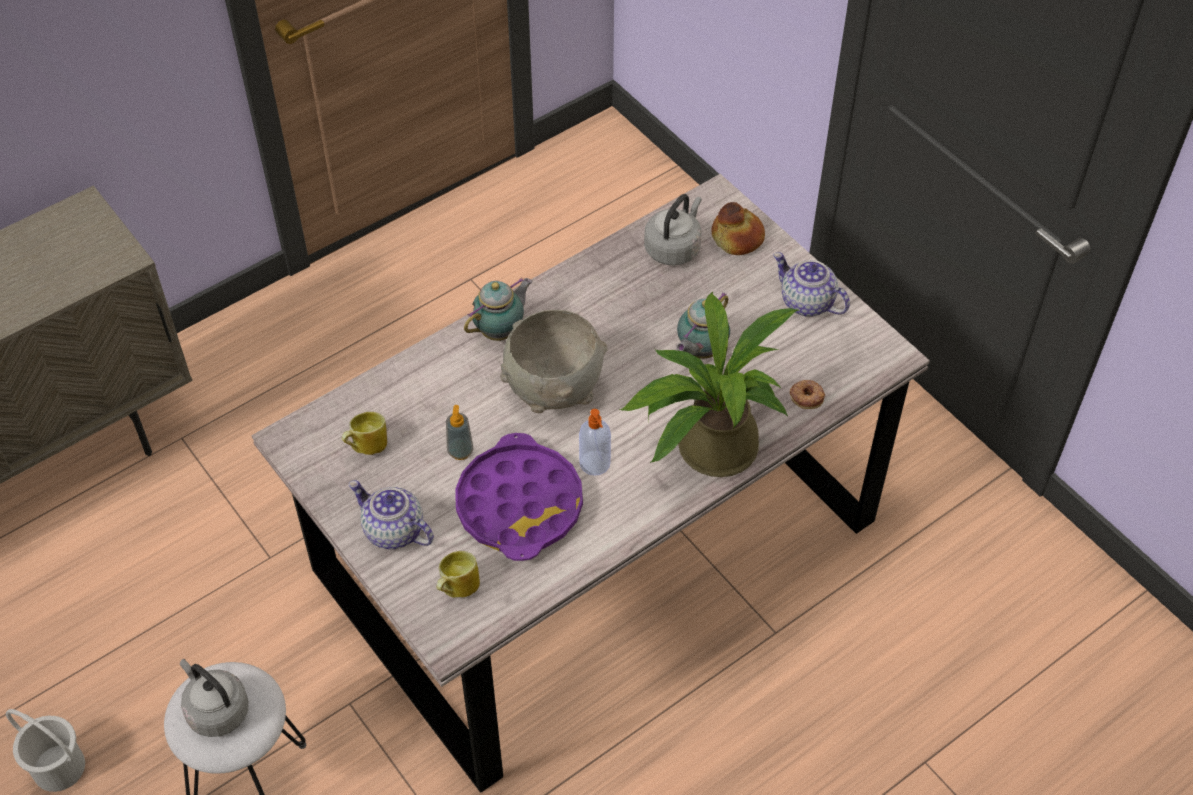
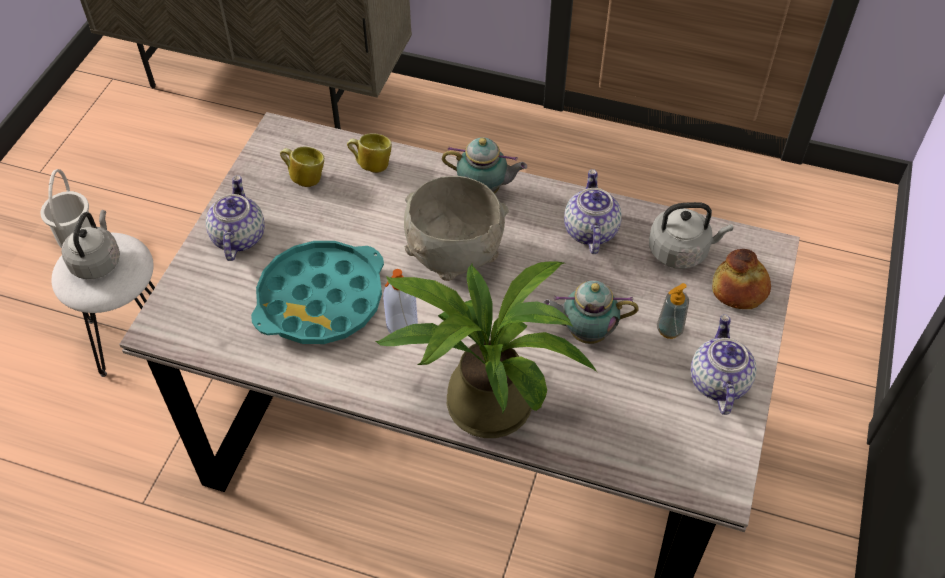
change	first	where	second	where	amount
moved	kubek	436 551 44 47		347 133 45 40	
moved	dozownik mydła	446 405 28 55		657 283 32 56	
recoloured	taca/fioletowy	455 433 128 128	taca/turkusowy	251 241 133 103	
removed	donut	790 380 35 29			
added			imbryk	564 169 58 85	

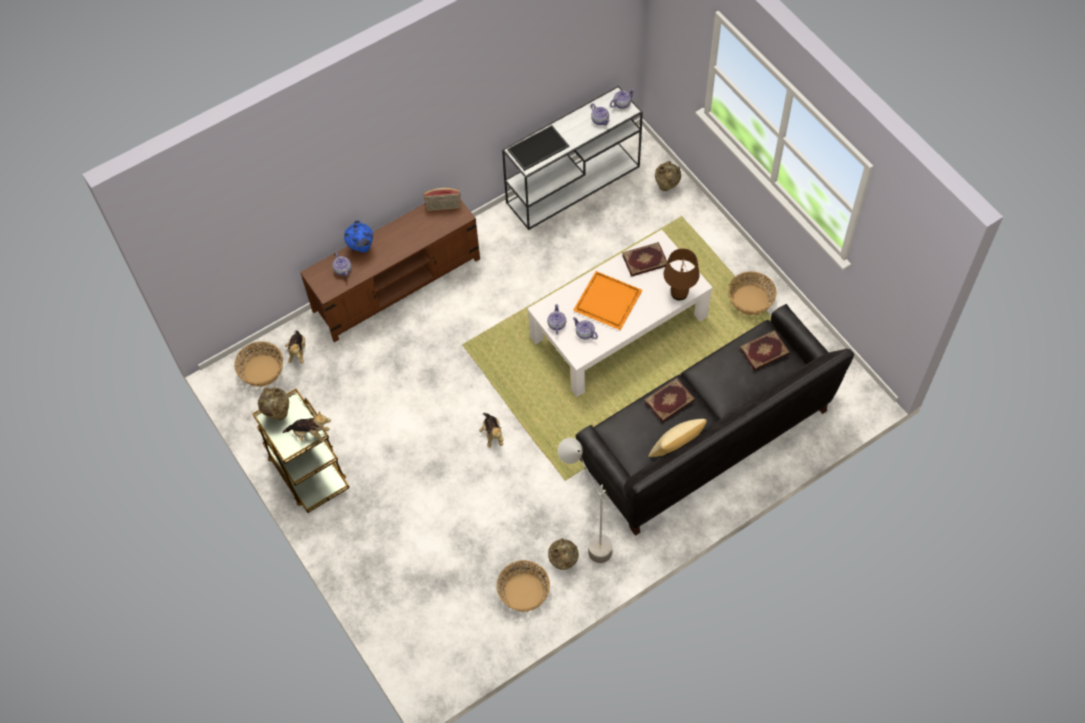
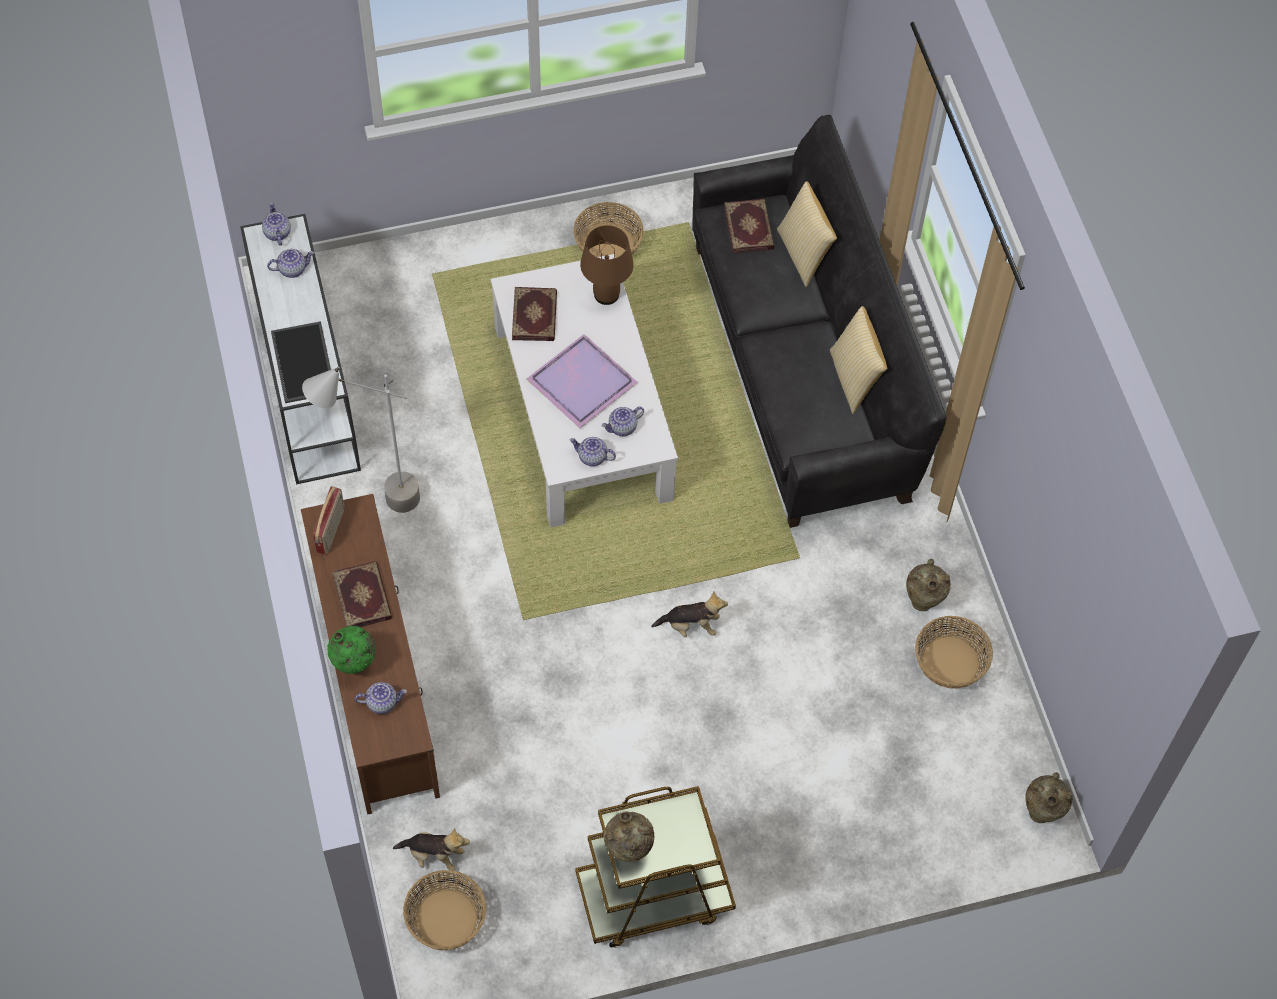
change	first	where	second	where	amount
removed	pluszak	283 411 48 31			
recoloured	wazon/niebieski	344 220 29 33	wazon/zielony	327 626 49 48	
moved	lampa stojąca/szary	558 438 54 125		302 367 118 146	
recoloured	taca/pomarańczowy	573 271 70 59	taca/fioletowy	526 334 112 94	
moved	książka	644 378 51 44		332 561 60 66	
moved	wazon/beżowy	655 161 26 30		1025 772 47 51	
added			poduszka	777 182 60 105	

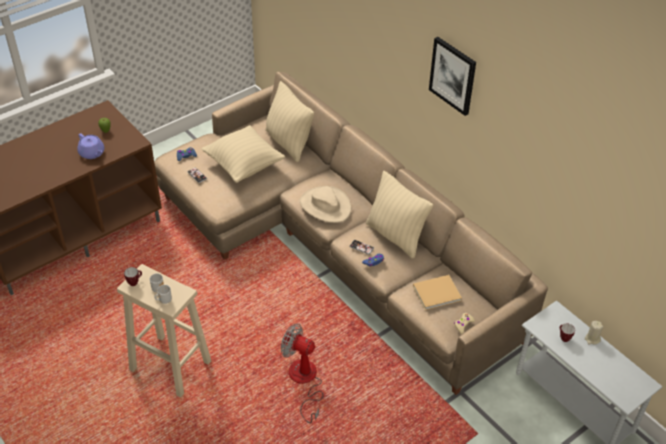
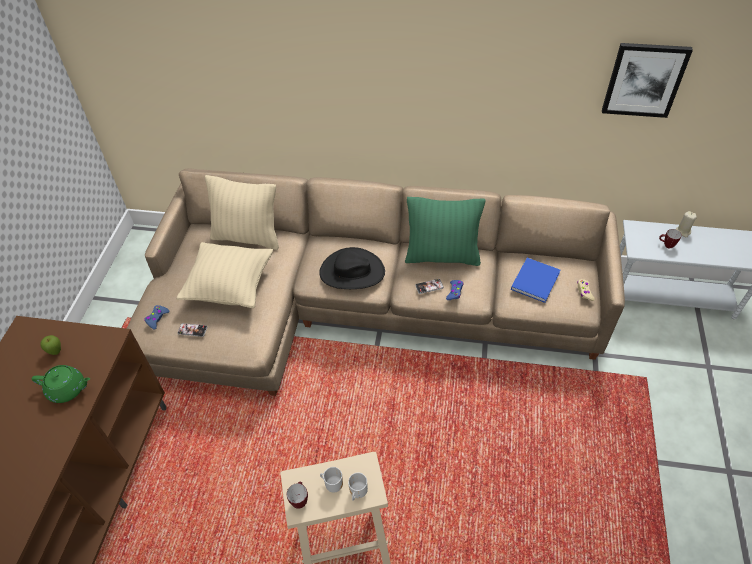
change	first	where	second	where	amount
recoloured	imbryk/fioletowy	77 133 27 26	imbryk/zielony	32 365 58 38	
removed	wentylator	281 323 42 100			
recoloured	kapelusz/beżowy	300 186 51 37	kapelusz/czarny	319 247 66 42	
recoloured	poduszka/beżowy	366 171 67 88	poduszka/zielony	405 197 80 69	
recoloured	książka/beżowy	413 275 49 35	książka/niebieski	511 258 49 45	
moved	obraz	429 37 47 79		602 43 91 75	

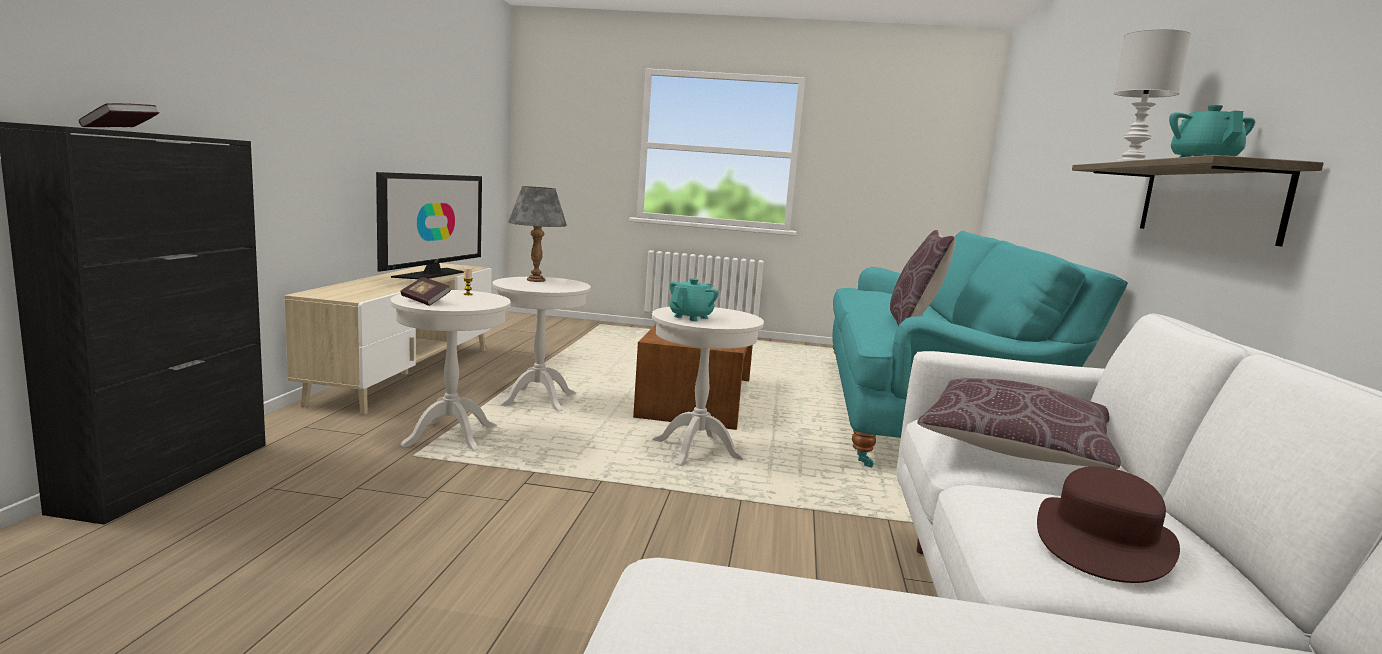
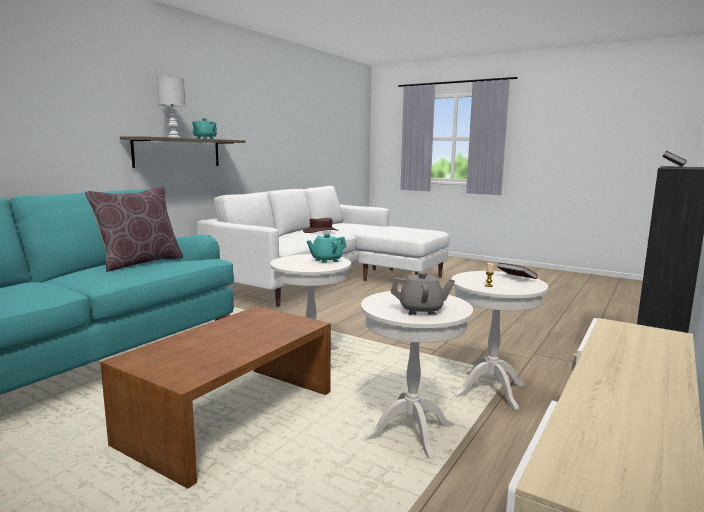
change	first	where	second	where	amount
removed	telewizor	376 172 106 107			
replaced	lampa stołowa/szary	508 186 59 96	imbryk/szary	391 272 64 44	
removed	poduszka/brązowy	917 378 204 91			

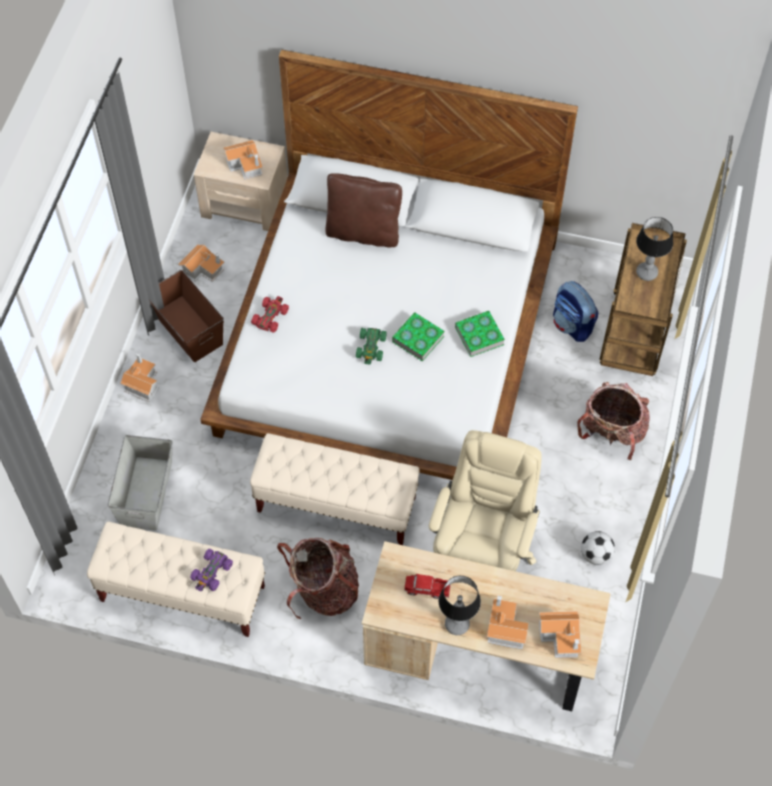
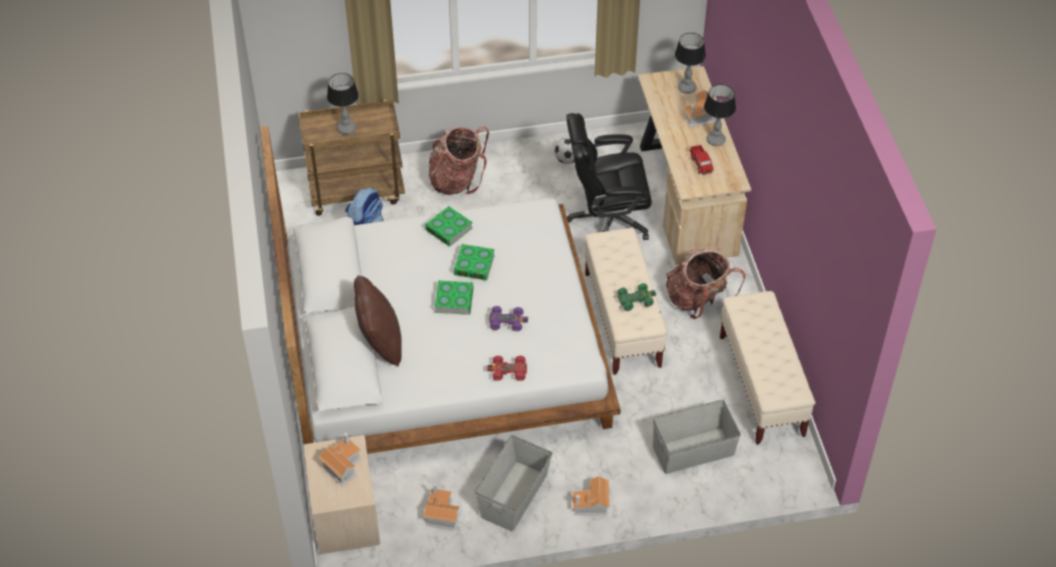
change	first	where	second	where	amount
recoloured	pojemnik do przechowywania/brązowy	149 270 75 92	pojemnik do przechowywania/szary	475 435 77 97	
moved	samochodzik/fioletowy	190 549 43 42		489 306 39 25	
moved	samochodzik/zielony	356 328 31 37		617 283 39 28	
recoloured	krzesło biurowe/beżowy	429 430 113 141	krzesło biurowe/czarny	566 113 86 127	
replaced	domek	539 611 42 47	lampa stołowa	675 33 31 61	
added			książka	435 280 38 35	

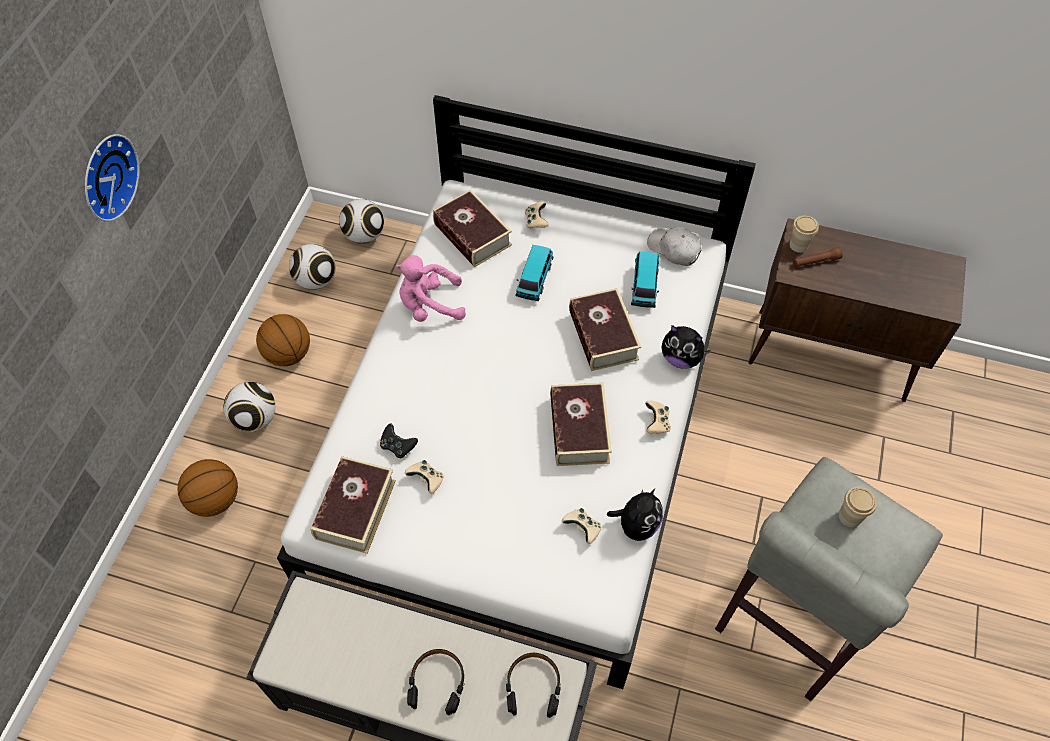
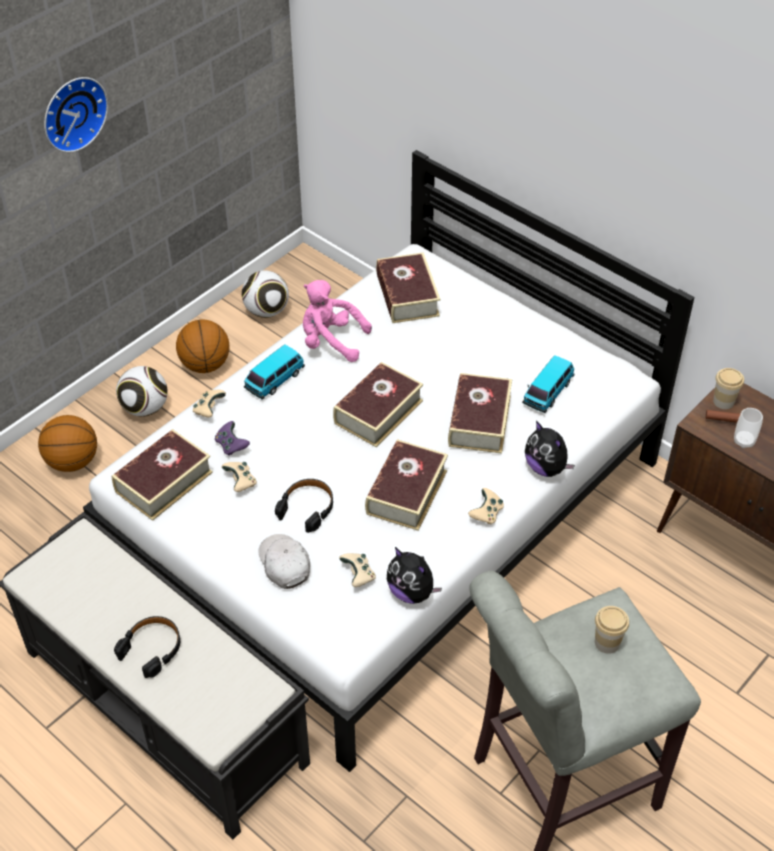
change	first	where	second	where	amount
removed	piłka futbolowa	339 199 45 45			
recoloured	pad do gier/czarny	380 423 38 35	pad do gier/fioletowy	215 421 35 35	
moved	słuchawki/czarny	506 653 55 65		275 479 58 54	
moved	samochodzik	515 245 39 56		244 344 61 56	
moved	pad do gier/beżowy	525 201 24 28		193 390 33 27	
turned	pluszak	607 488 56 53		387 547 55 57	75 degrees clockwise
moved	czapka z daszkiem/biały	647 227 55 39		258 534 52 55	
added			książka	333 362 90 85	
added			filiżanka	734 408 29 40	

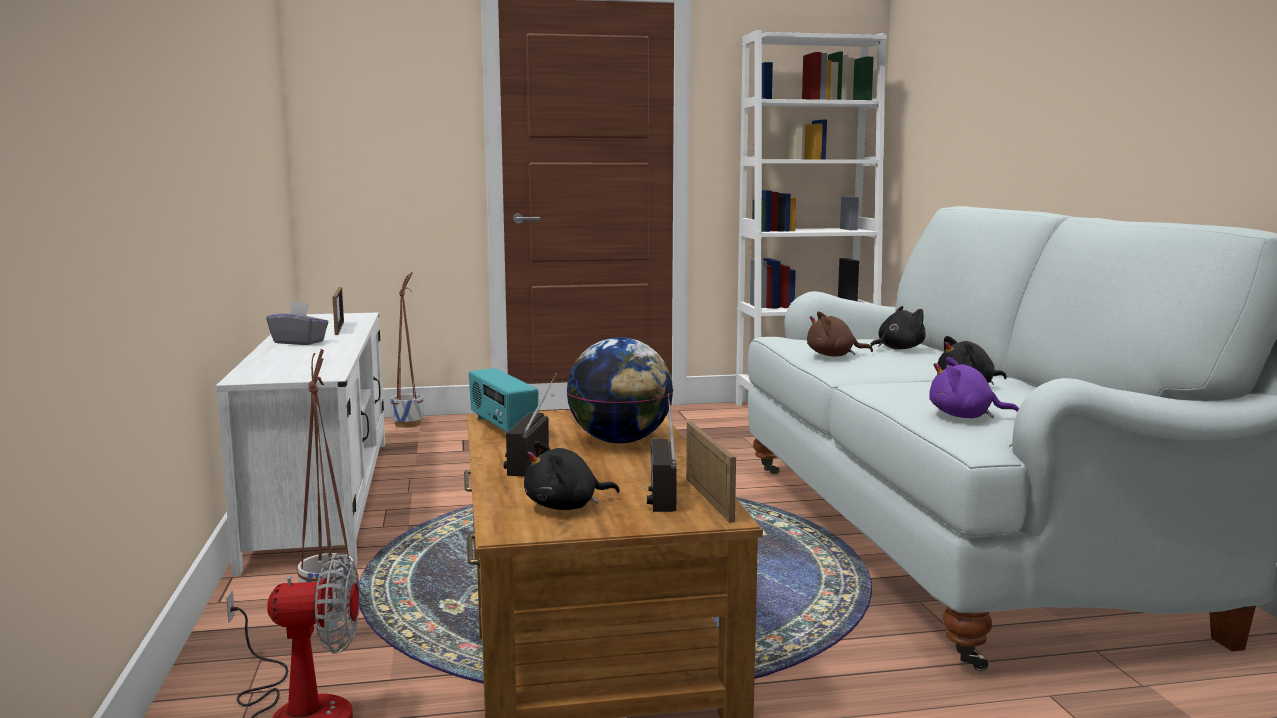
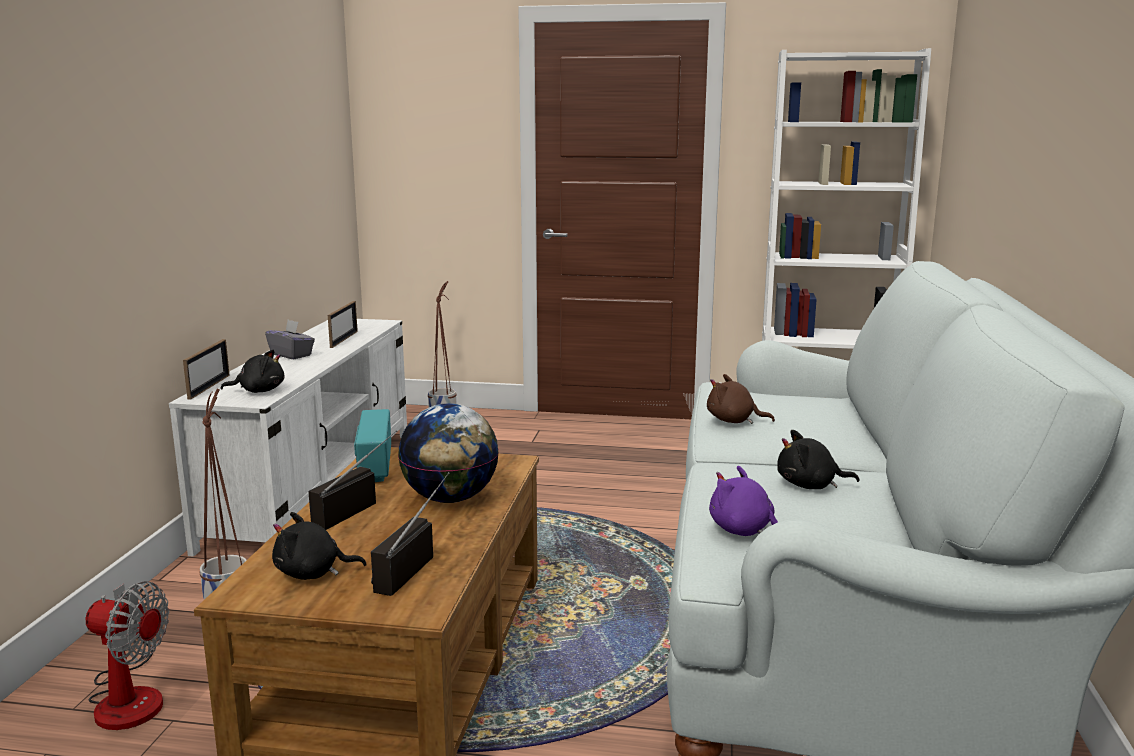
change	first	where	second	where	amount
moved	ramka na zdjęcie	686 421 50 102		183 339 47 61	
moved	pluszak/czarny	870 306 56 43		221 350 63 43	

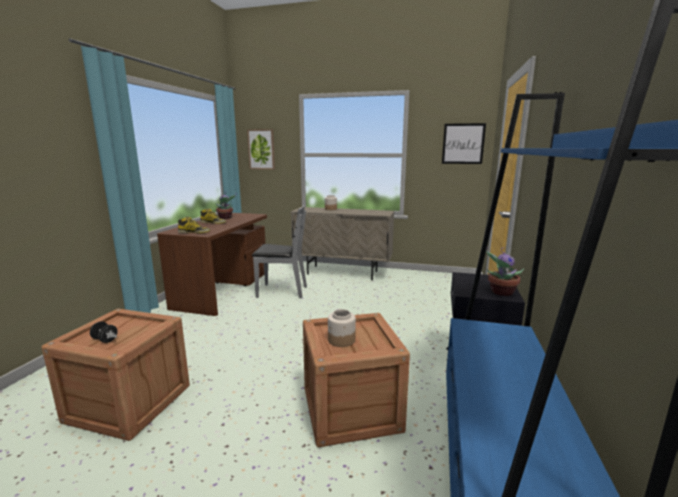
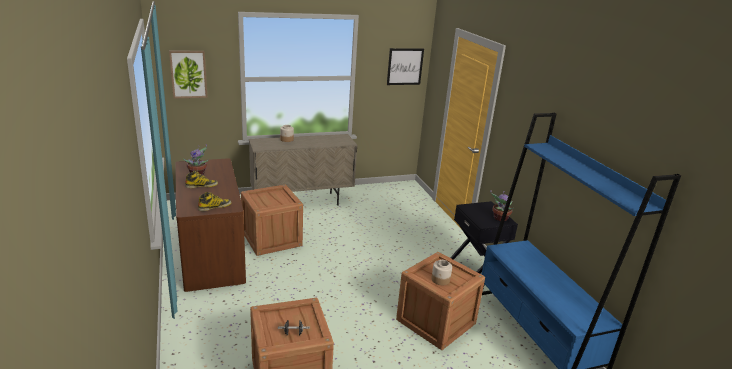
change	first	where	second	where	amount
replaced	krzesło/szary	252 205 55 93	skrzynka	241 185 62 71	

